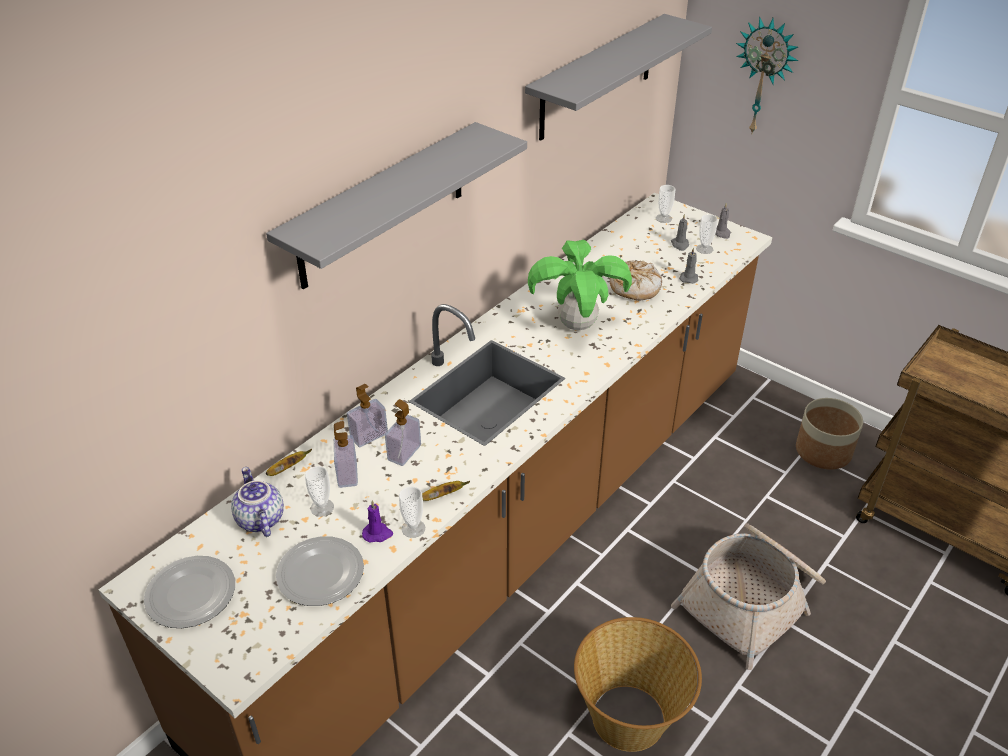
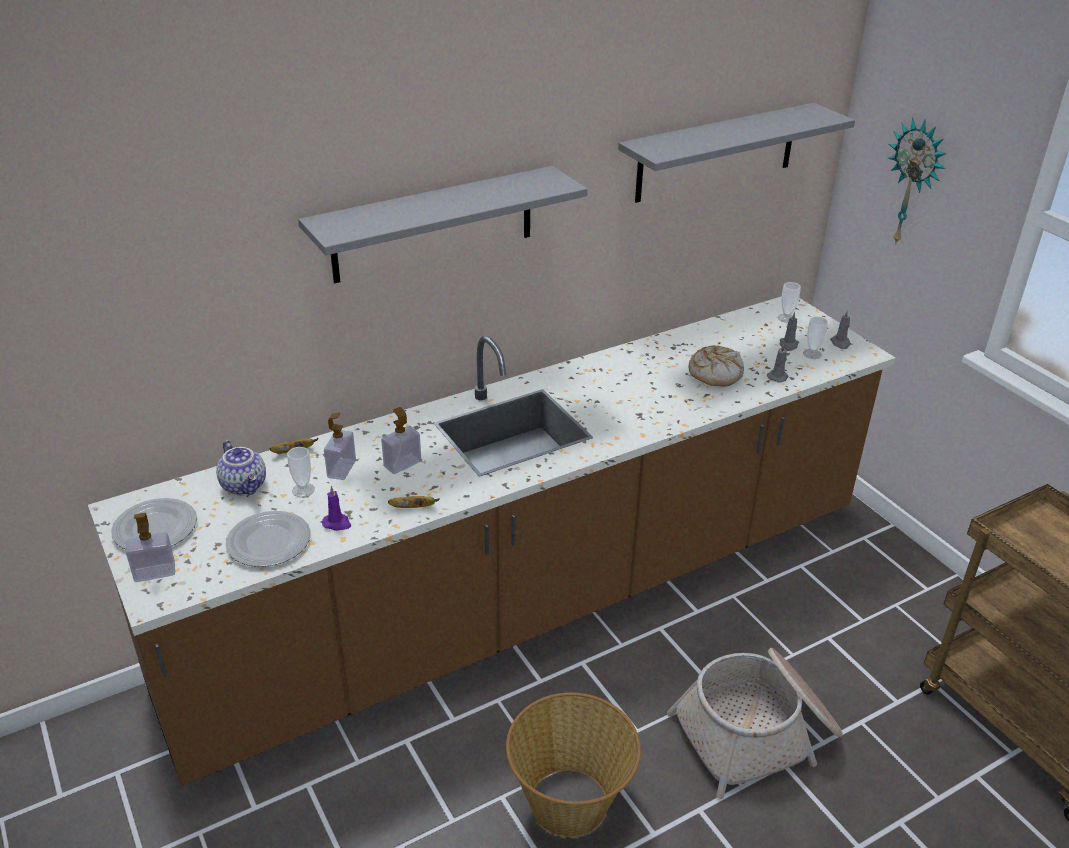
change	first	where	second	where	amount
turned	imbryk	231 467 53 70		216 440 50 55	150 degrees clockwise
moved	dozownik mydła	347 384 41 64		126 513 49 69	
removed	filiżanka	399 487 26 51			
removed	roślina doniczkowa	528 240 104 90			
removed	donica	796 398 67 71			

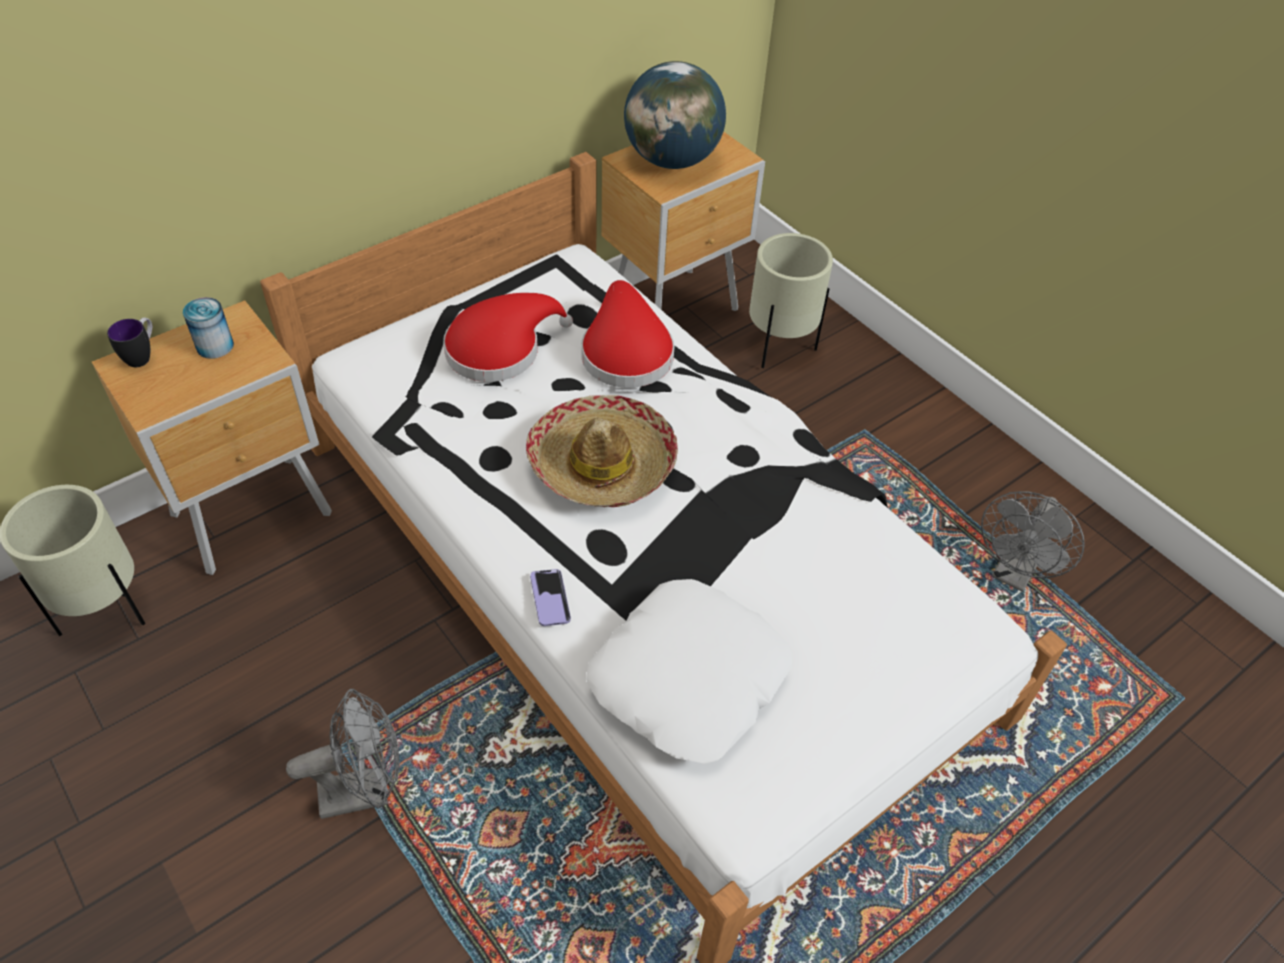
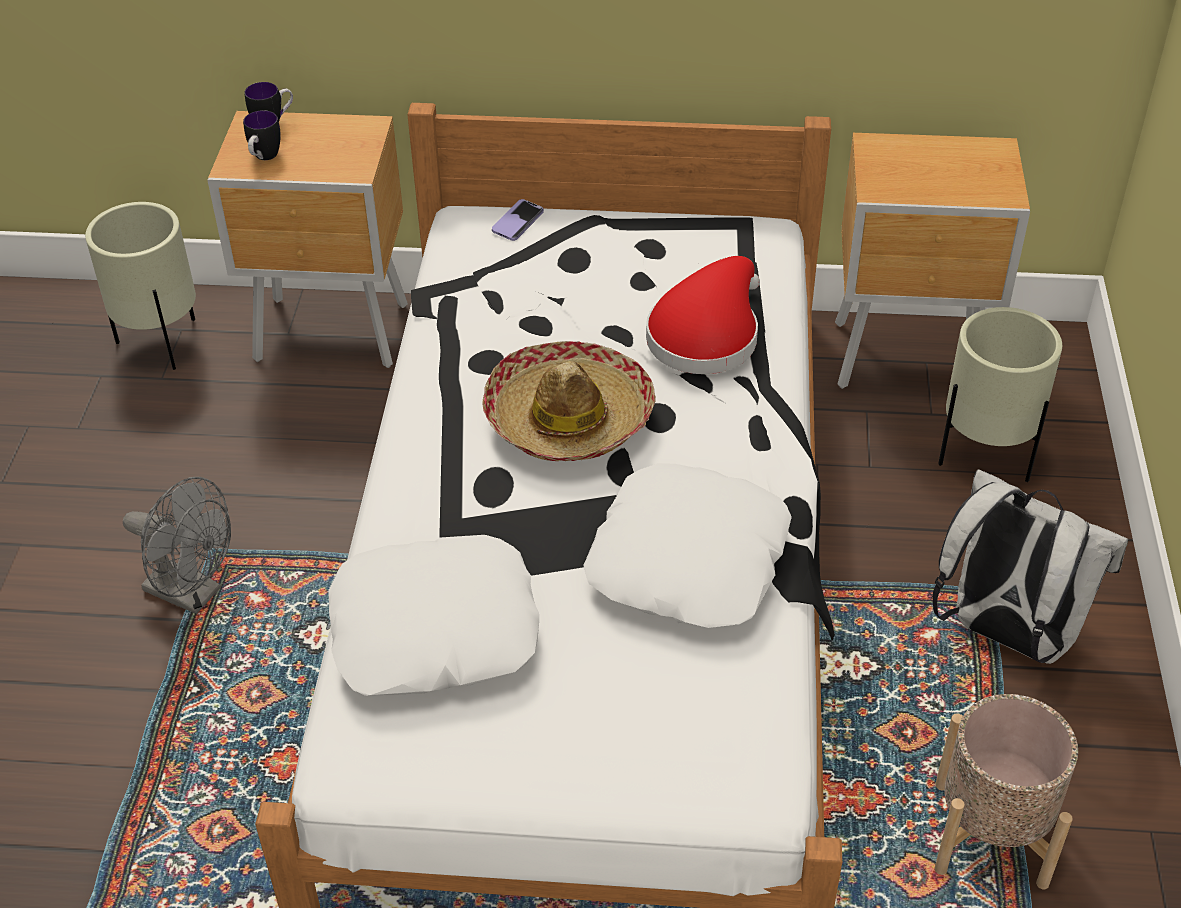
change	first	where	second	where	amount
removed	puszka	183 297 51 62			
removed	kapelusz/czerwony	443 293 130 89			
moved	telefon	530 569 41 57		492 199 52 42	
removed	globus	624 61 102 108			
replaced	wentylator/szary	981 491 104 101	donica/beżowy	935 694 143 195	
added			kubek	243 110 38 50	
added			poduszka/biały	583 463 209 165	
added			plecak/biały	932 469 196 195	

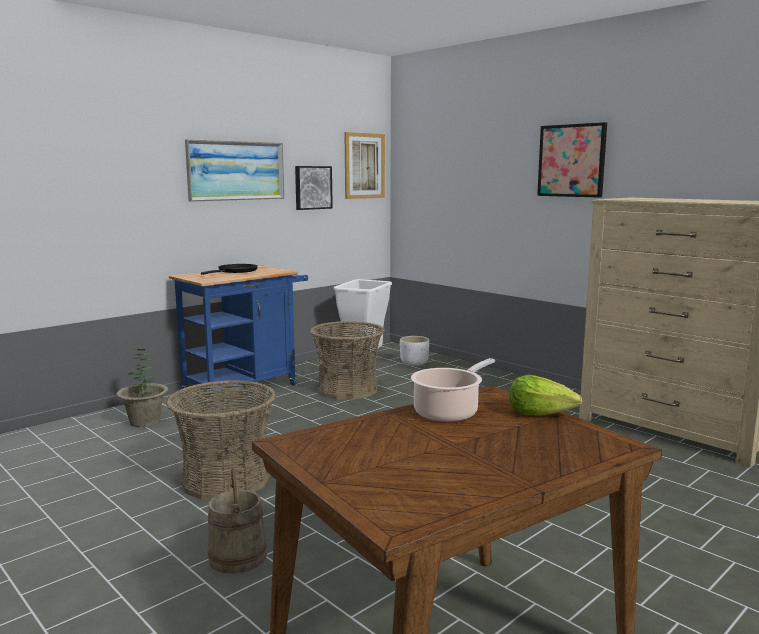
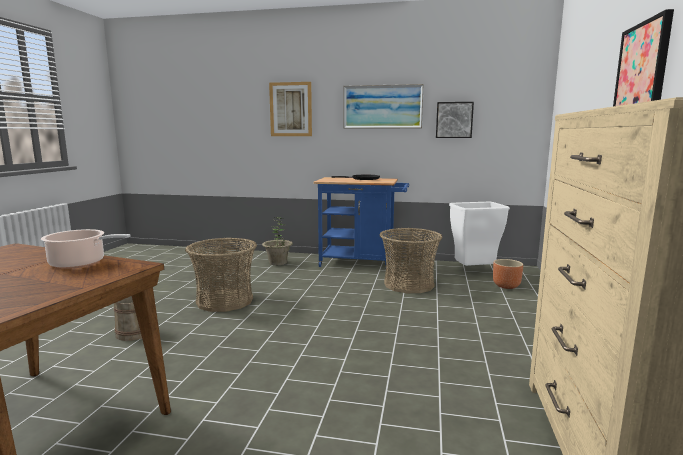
change	first	where	second	where	amount
moved	obraz	344 132 41 67		269 82 43 54	
recoloured	donica/biały	400 336 29 30	donica/brązowy	493 259 30 30	
removed	sałata	510 375 72 41			

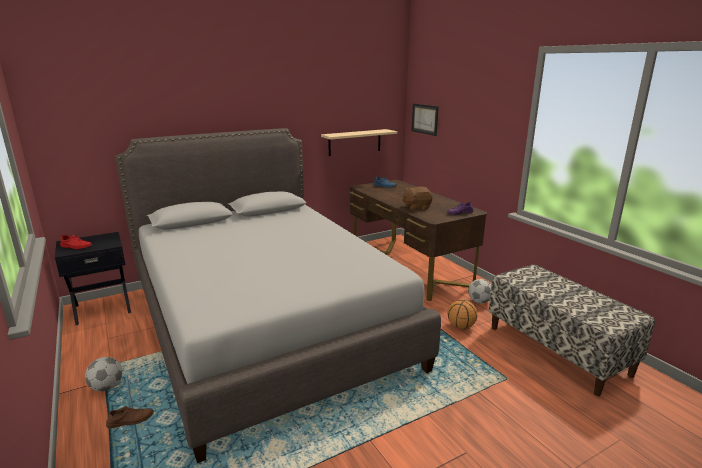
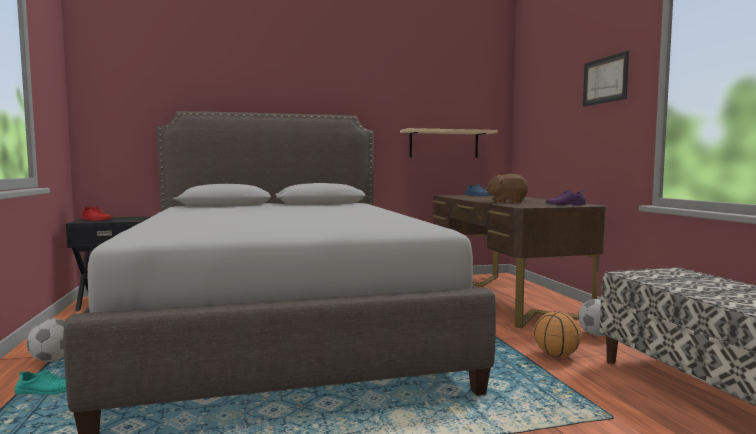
change	first	where	second	where	amount
recoloured	but/brązowy	106 406 48 22	but/turkusowy	15 369 52 26	
moved	obraz	411 103 28 33		583 51 46 56	

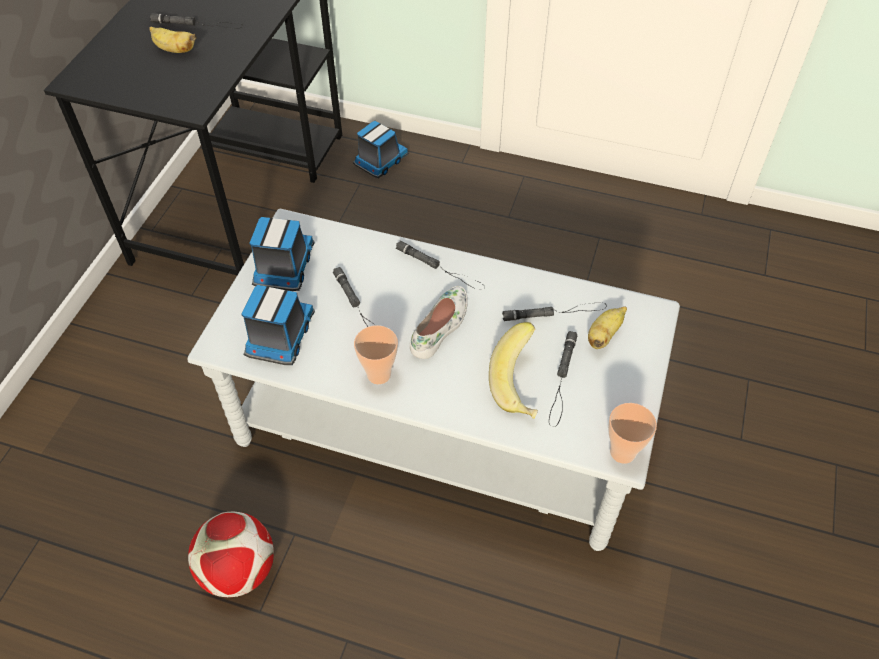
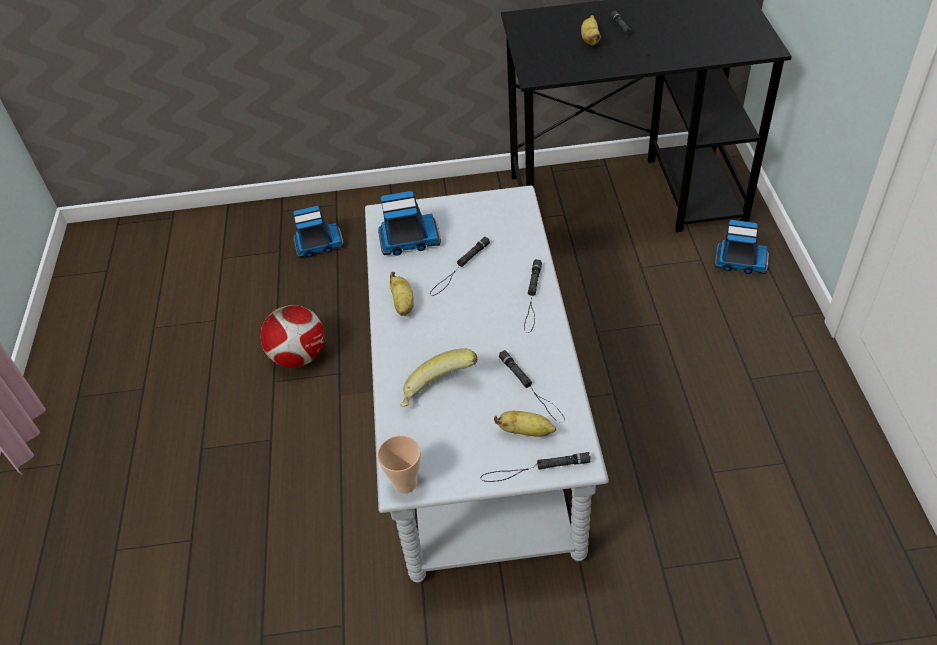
change	first	where	second	where	amount
moved	ciężarówka zabawkowa	249 217 66 74		293 206 51 52	
replaced	filiżanka	354 325 44 59	banan	390 272 24 44	
removed	but/biały	410 286 58 73			
moved	latarka/czarny	549 331 28 96		481 452 110 30	

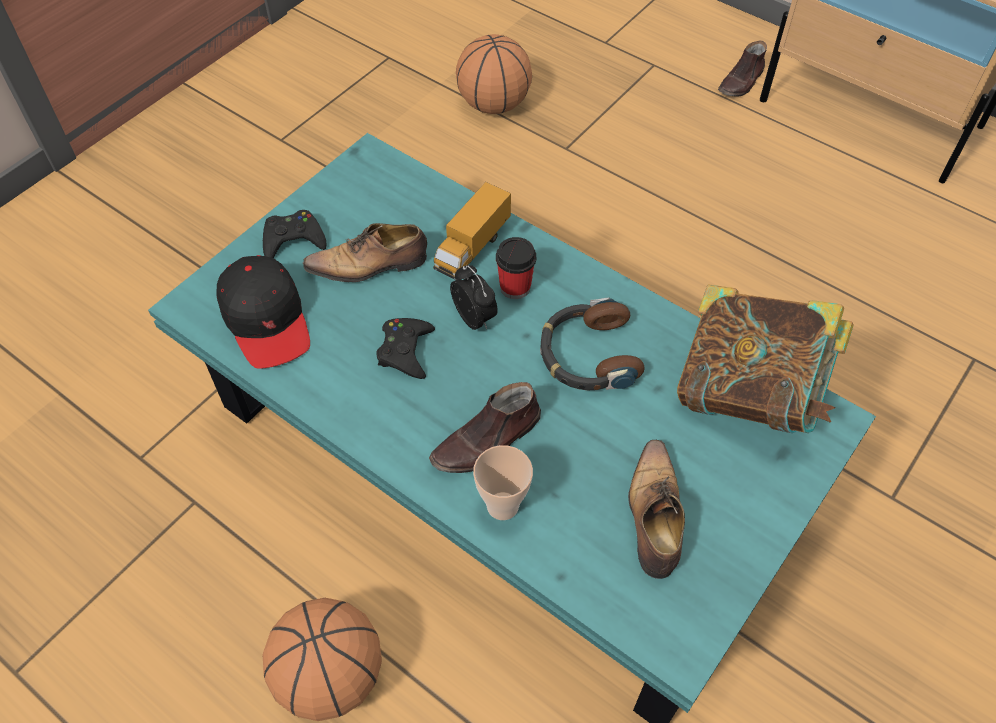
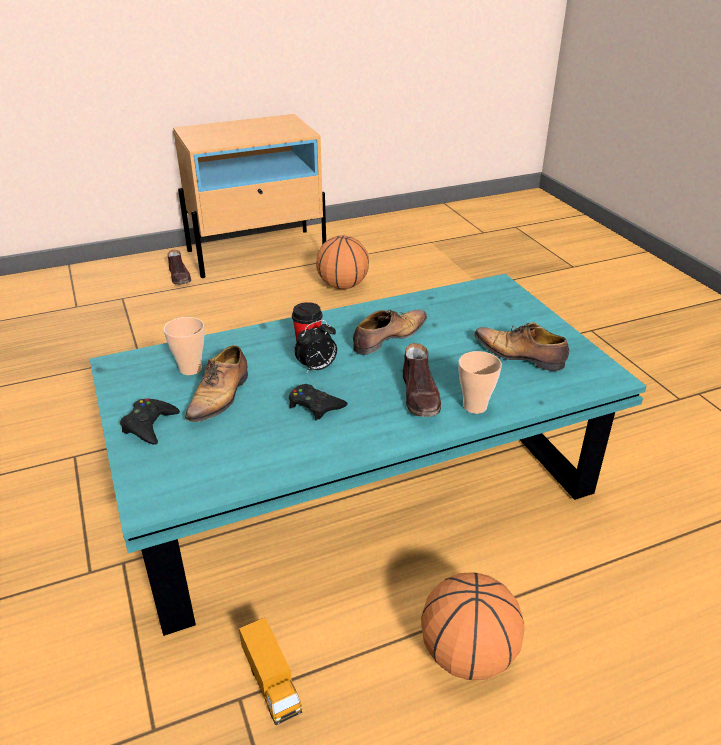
change	first	where	second	where	amount
removed	czapka z daszkiem/czarny	217 255 93 114			
moved	ciężarówka zabawkowa	433 182 78 98		239 618 63 107	
turned	budzik	450 265 48 65		295 320 42 54	150 degrees clockwise
moved	piłka do koszykówki	456 34 76 80		316 235 53 54	
replaced	słuchawki	540 298 104 92	but	353 309 74 46	
removed	książka	677 284 177 149			
added			filiżanka	163 317 42 58	

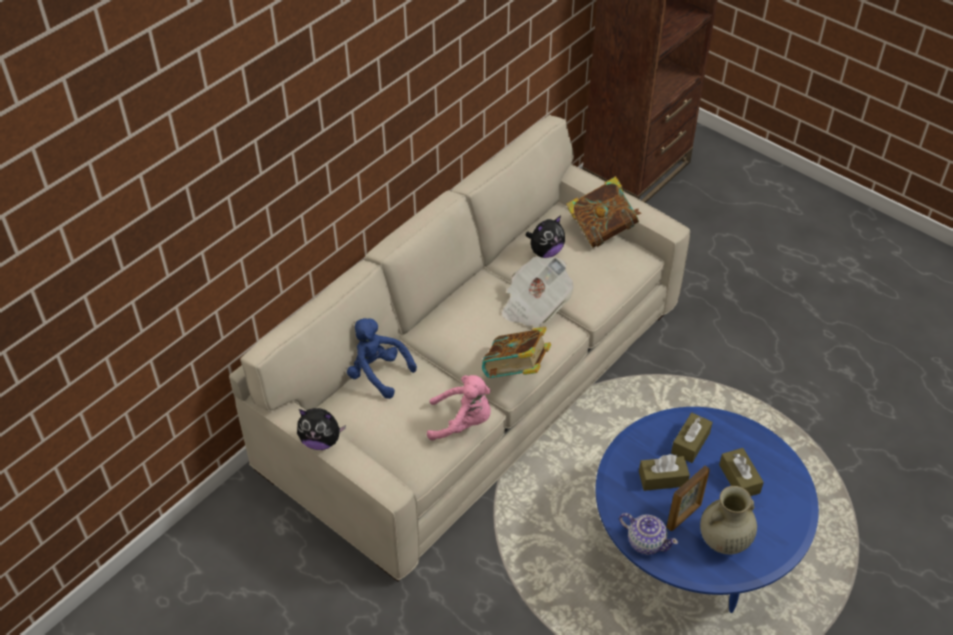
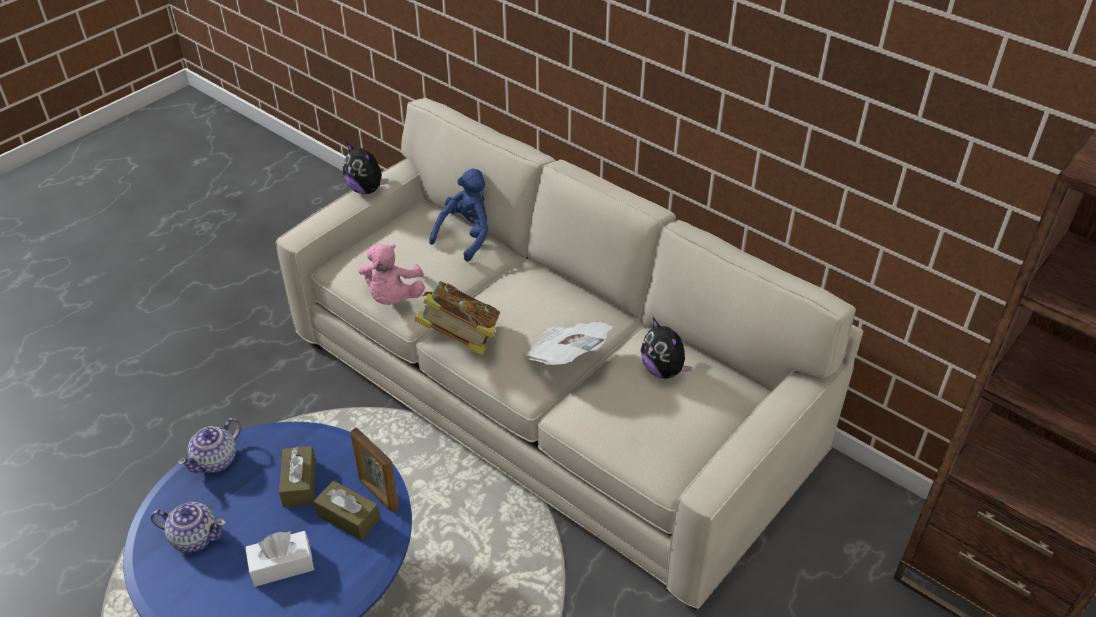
change	first	where	second	where	amount
turned	pluszak	297 408 49 42		343 142 45 52	60 degrees counterclockwise
removed	książka	566 176 76 72			
moved	ramka na zdjęcie	666 466 44 65		350 428 49 84	
replaced	wazon/beżowy	700 486 57 69	imbryk	151 502 75 51	
recoloured	pudełko chusteczek/brązowy	719 448 45 48	pudełko chusteczek/biały	245 531 69 56	

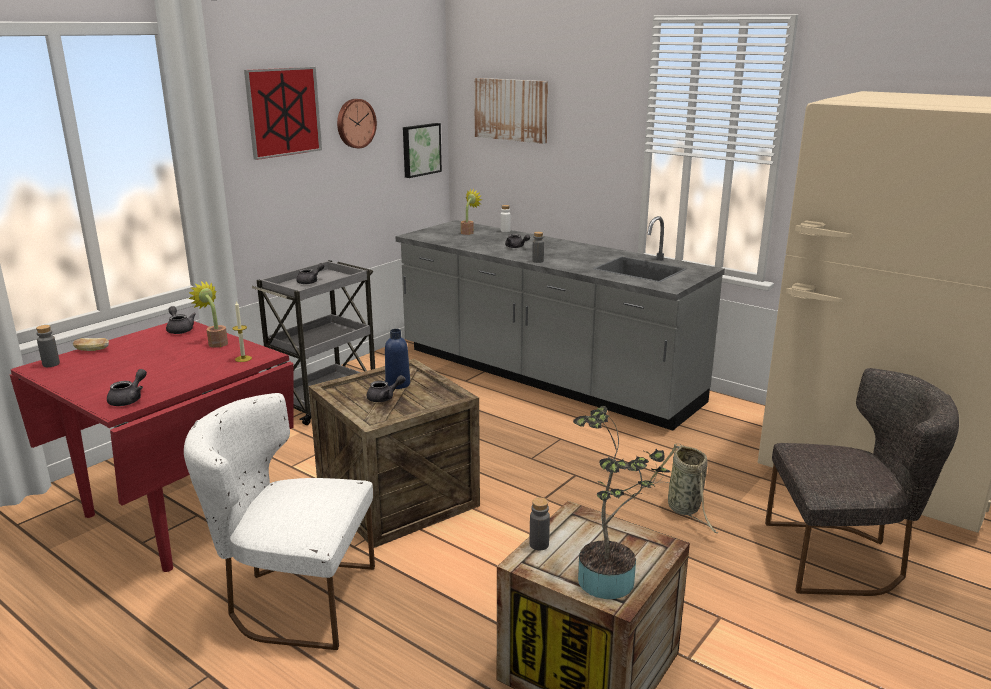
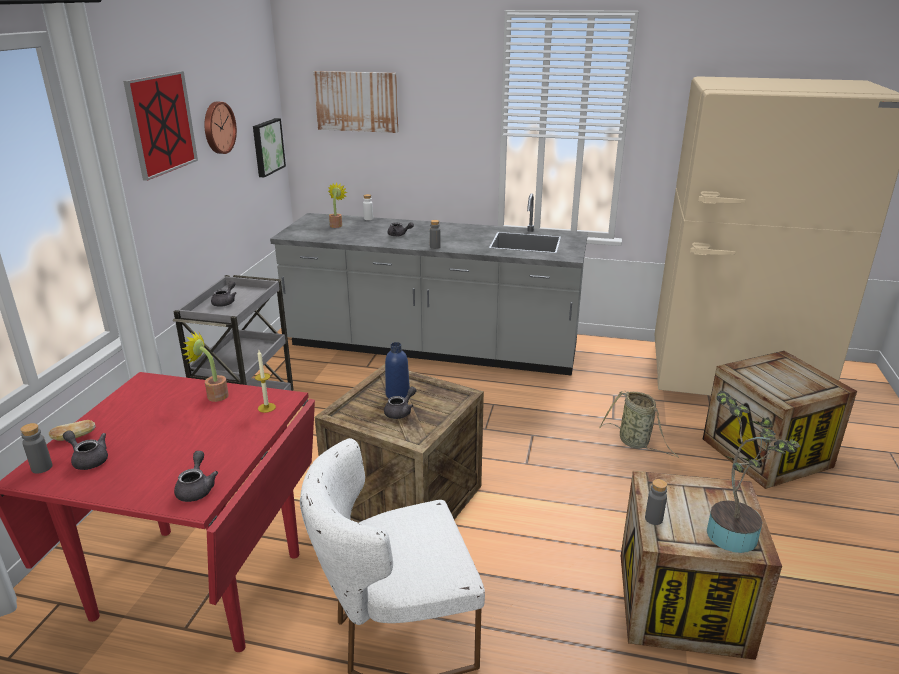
change	first	where	second	where	amount
moved	imbryk/szary	166 306 30 28		63 430 45 40	
replaced	krzesło/szary	765 368 194 228	skrzynka	703 351 154 138	

